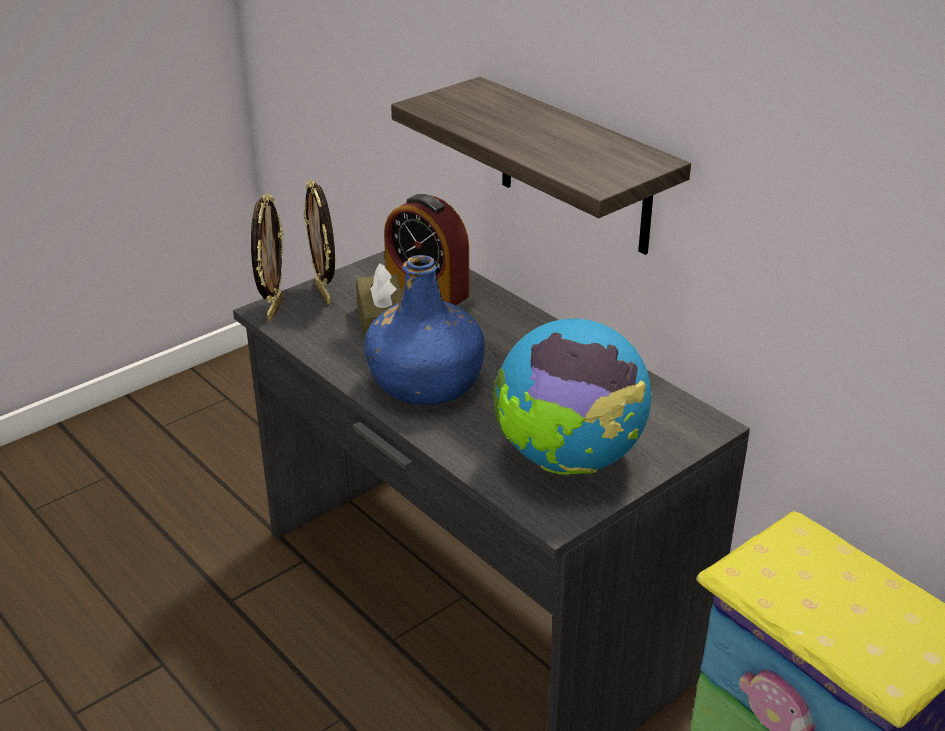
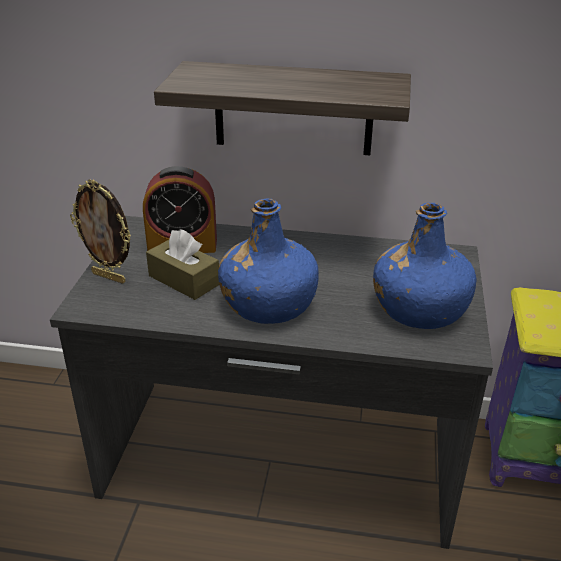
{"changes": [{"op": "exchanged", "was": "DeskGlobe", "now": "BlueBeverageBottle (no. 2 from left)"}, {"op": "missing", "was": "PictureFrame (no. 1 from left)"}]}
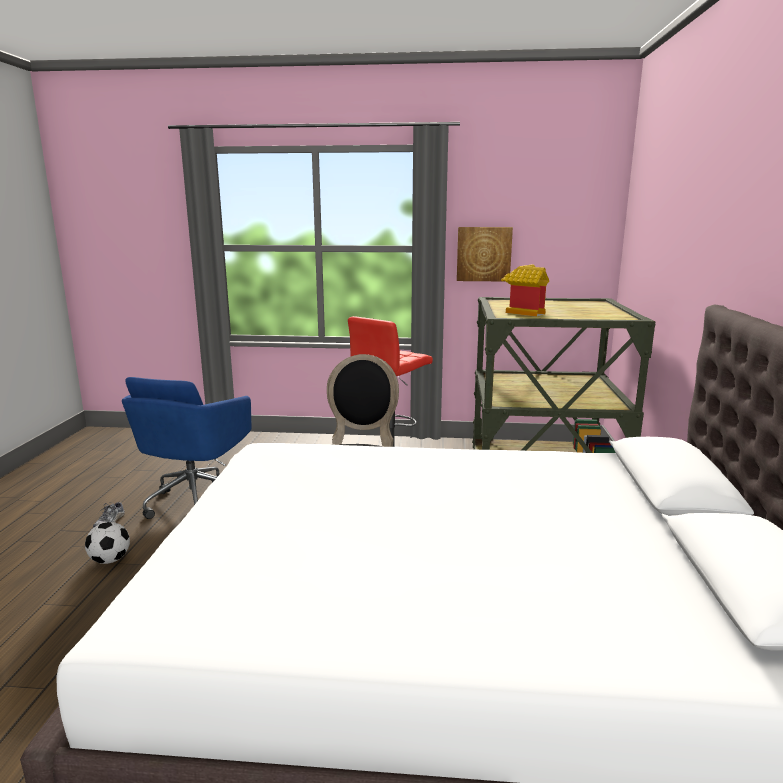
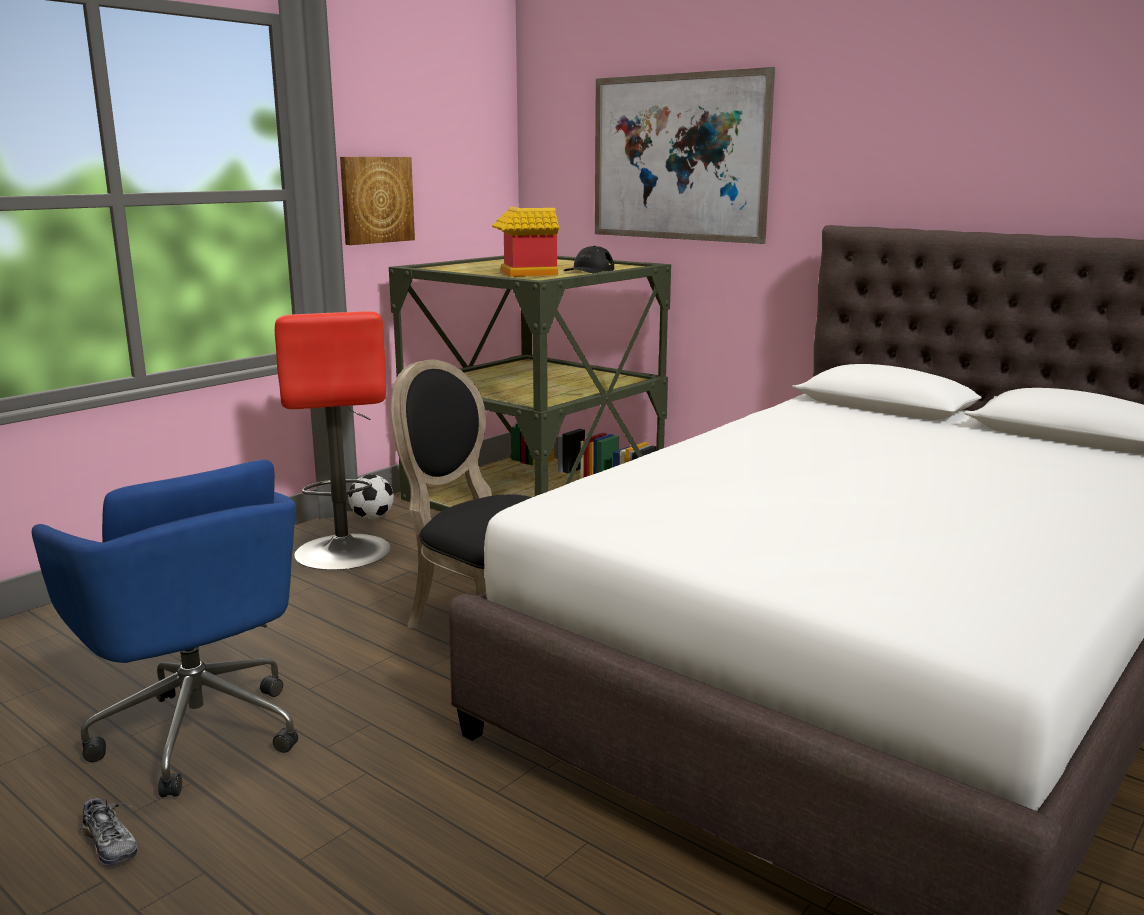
{"changes": [{"op": "relocated", "was": "BallForFootball"}, {"op": "appeared", "now": "BlackColouredBaseballCap"}, {"op": "appeared", "now": "Picture (no. 2 from left)"}]}
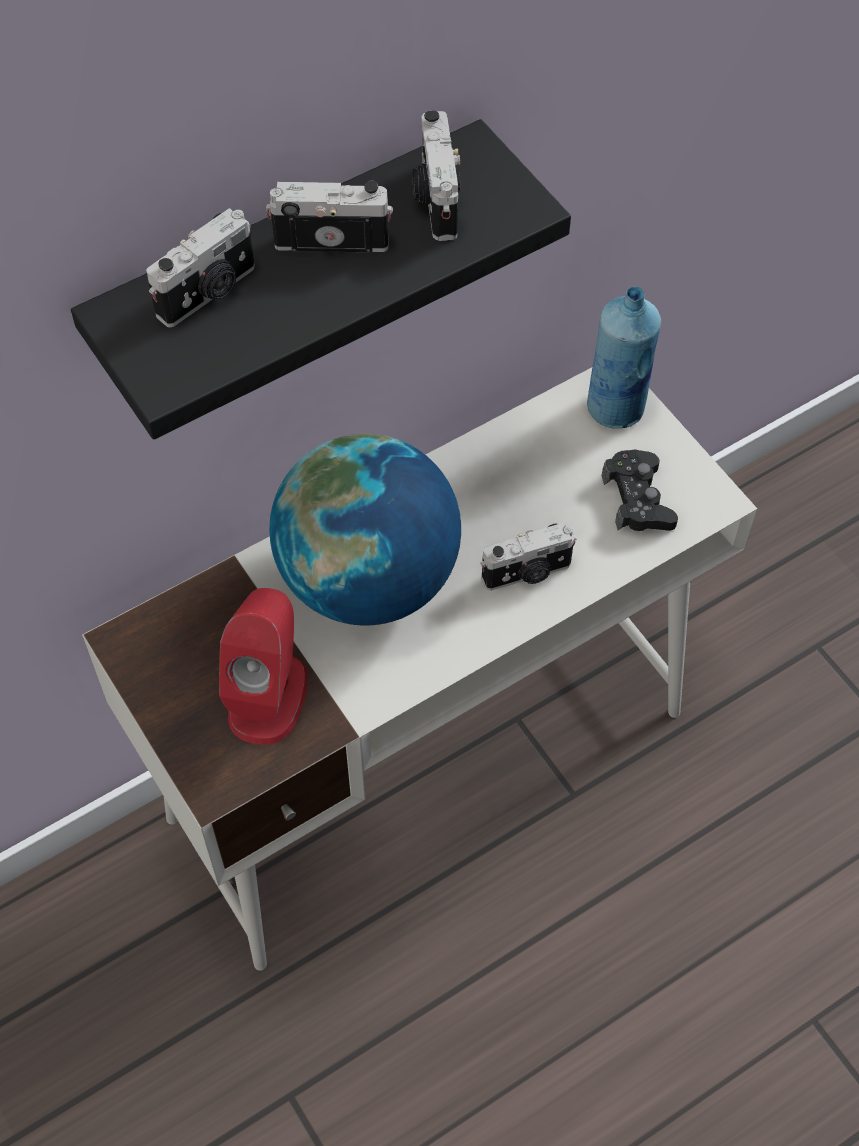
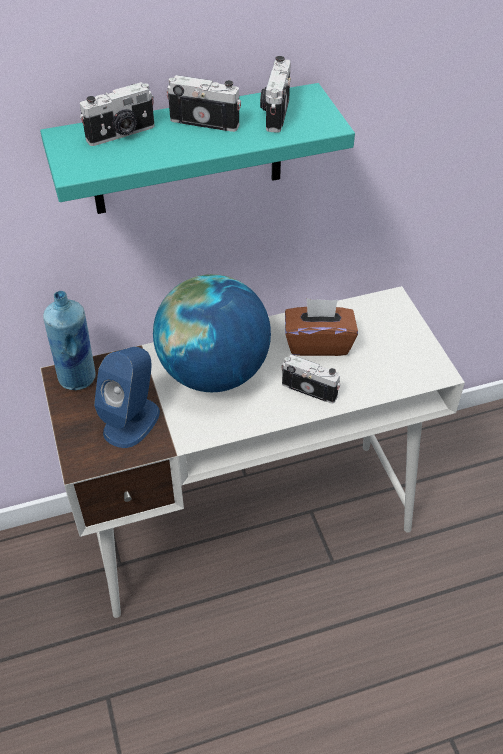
{"changes": [{"op": "colour", "was": "BlackColouredWallShelf", "now": "TurquoiseColouredWallShelf"}, {"op": "relocated", "was": "BlueBeverageBottle"}, {"op": "colour", "was": "RedColouredAudioSpeaker", "now": "BlueAudioSpeaker"}, {"op": "spun", "was": "PhotoCamera (no. 4 from left)", "clockwise": -150}, {"op": "appeared", "now": "BrownTissueBox"}, {"op": "missing", "was": "BlackColouredGameController"}]}
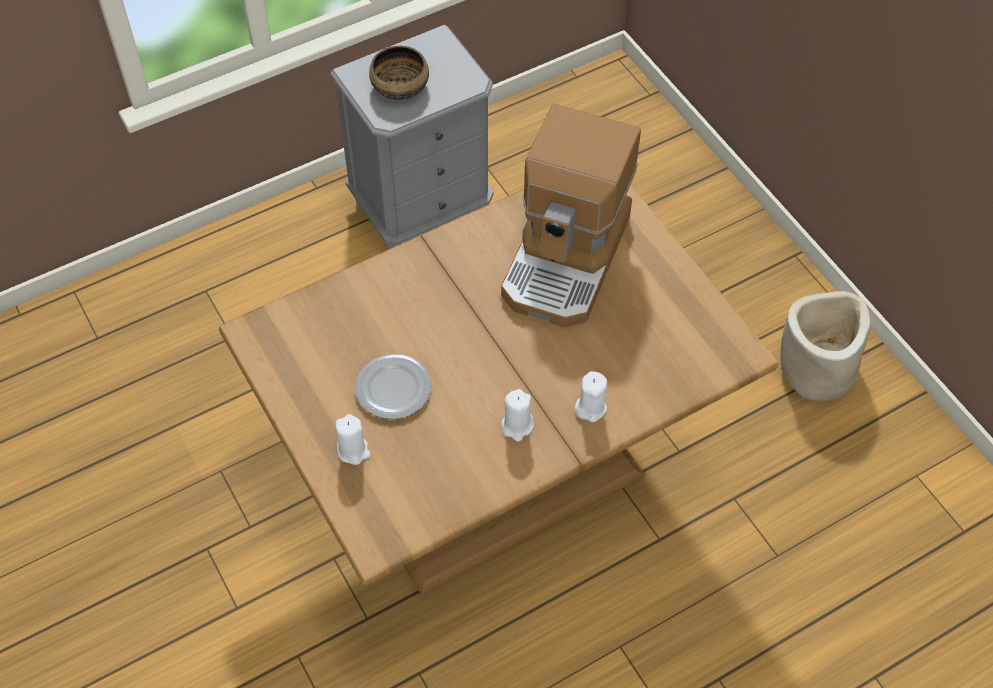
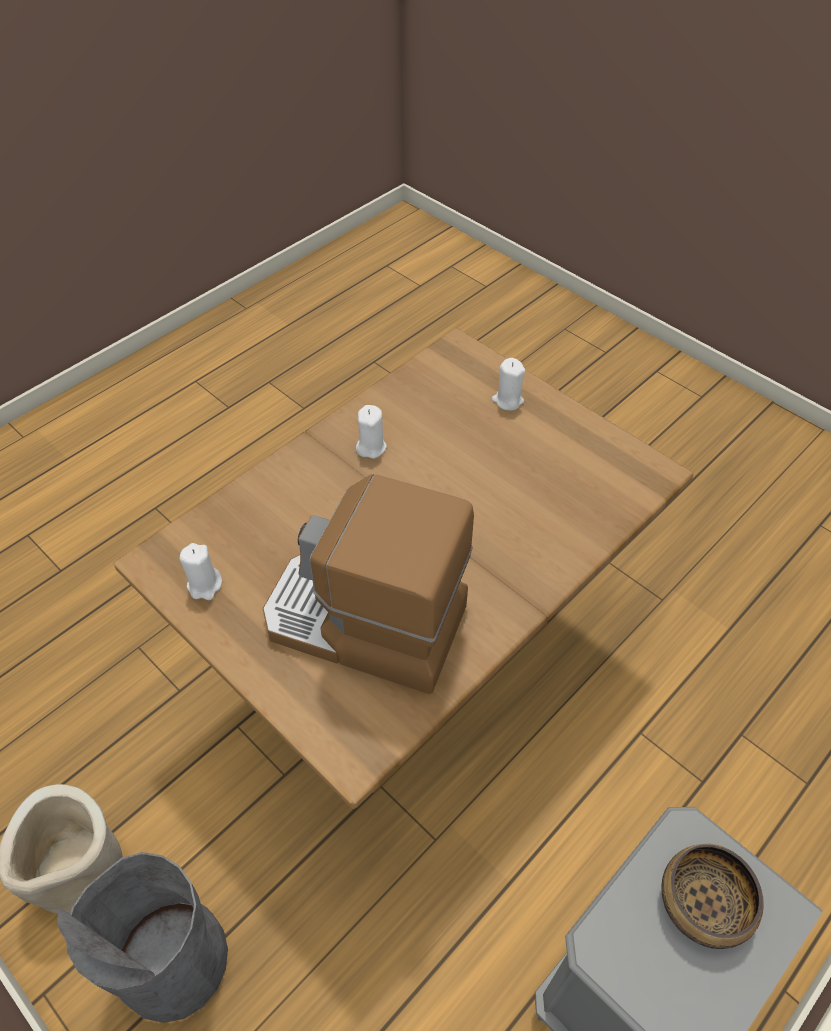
{"changes": [{"op": "appeared", "now": "GrayTrashCan"}, {"op": "relocated", "was": "WhitishWaxCandle (no. 3 from left in the first image)", "now": "WhitishWaxCandle (no. 1 from left)"}, {"op": "spun", "was": "CoffeeBrewer", "clockwise": -75}, {"op": "missing", "was": "FlatDish"}]}
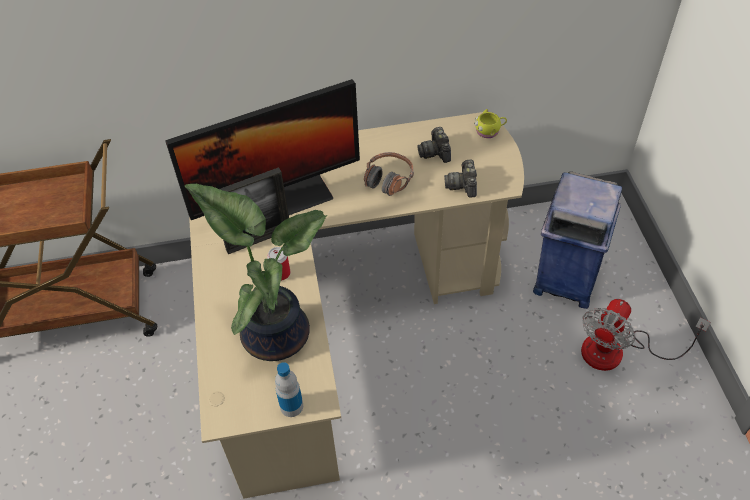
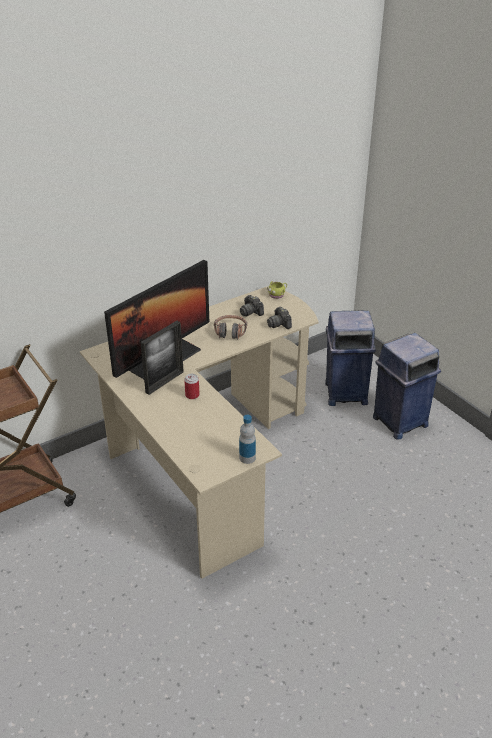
{"changes": [{"op": "exchanged", "was": "CoolingFan", "now": "BlueTrashCan (no. 2 from left)"}, {"op": "missing", "was": "PlantInAPot"}]}
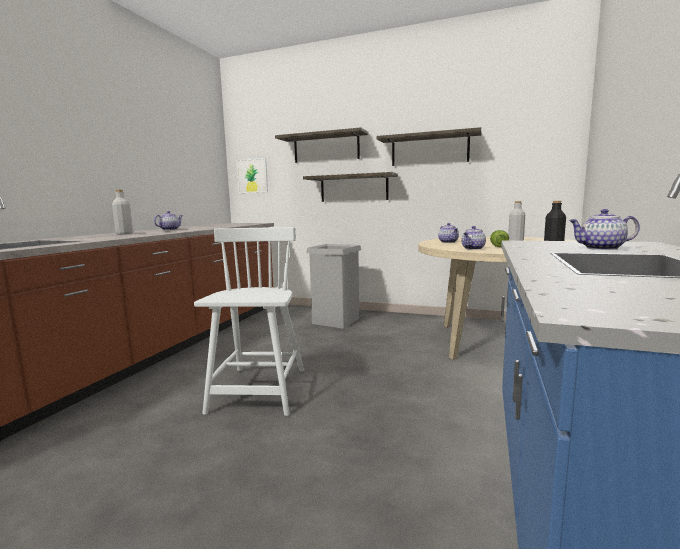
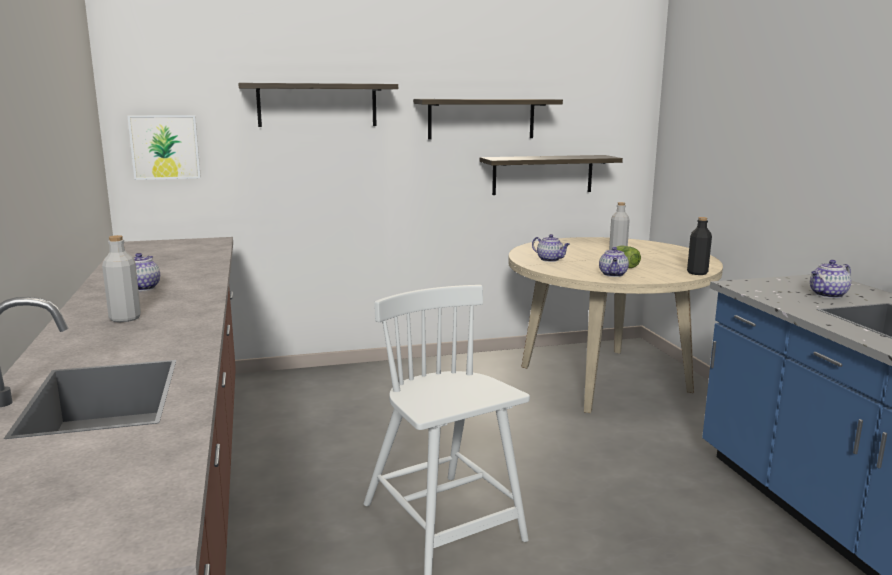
{"changes": [{"op": "relocated", "was": "WallShelf (no. 2 from left in the first image)", "now": "WallShelf (no. 3 from left)"}, {"op": "missing", "was": "GrayTrashCan"}]}
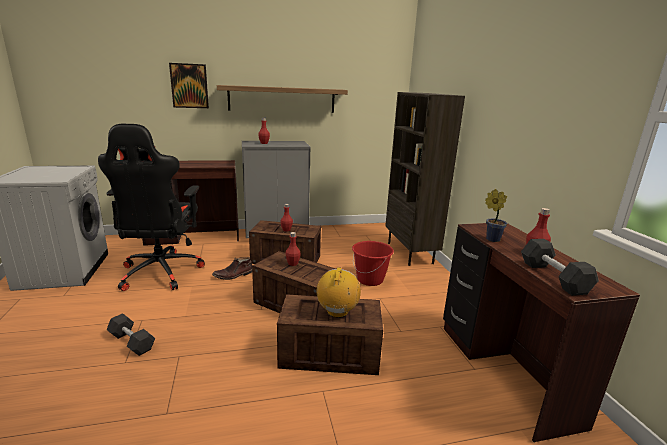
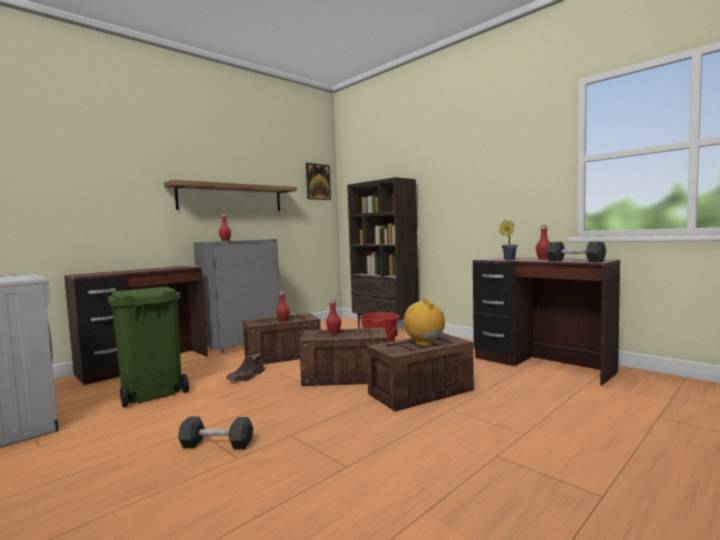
{"changes": [{"op": "exchanged", "was": "BlackColouredComputerChair", "now": "GreenColouredTrashCan"}, {"op": "relocated", "was": "Picture"}]}
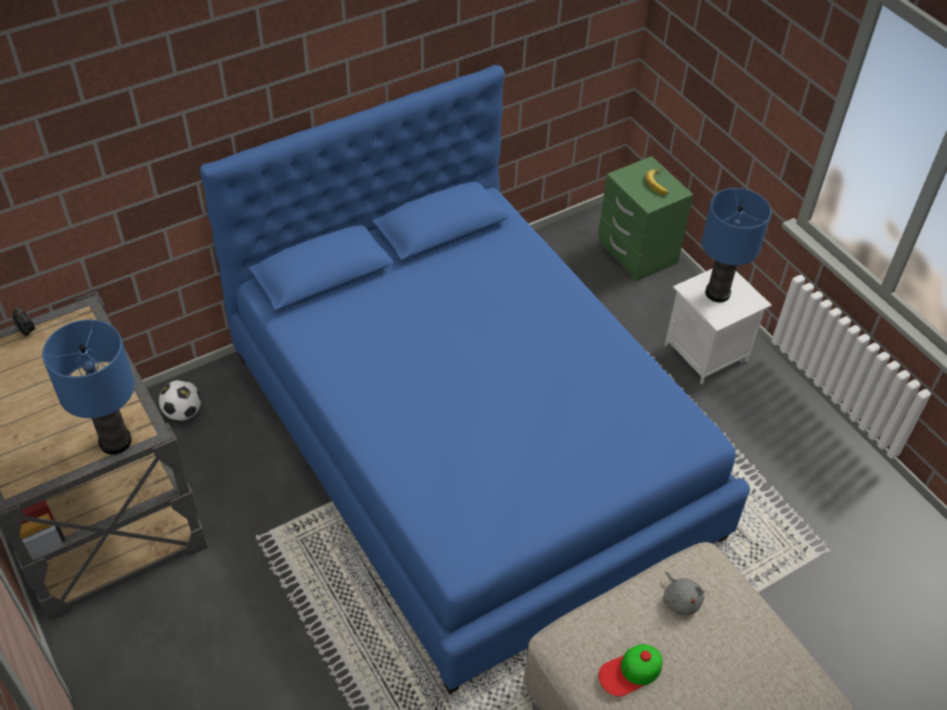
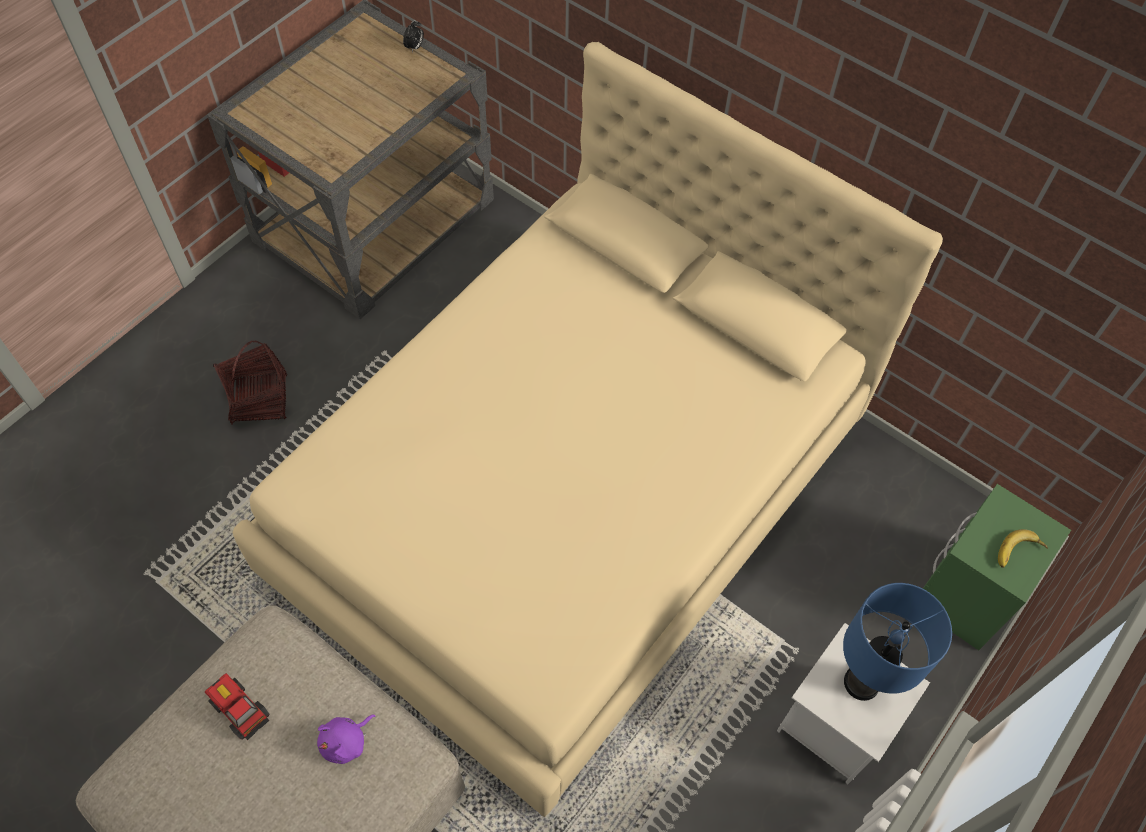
{"changes": [{"op": "exchanged", "was": "BaseballCap", "now": "MiniatureCar"}, {"op": "appeared", "now": "StorageBasket"}, {"op": "colour", "was": "BlueBed", "now": "BeigeBed"}, {"op": "colour", "was": "GrayPlushToy", "now": "PurplishPlushToy"}, {"op": "missing", "was": "BlueTableLamp (no. 1 from left)"}, {"op": "missing", "was": "BallForFootball"}]}
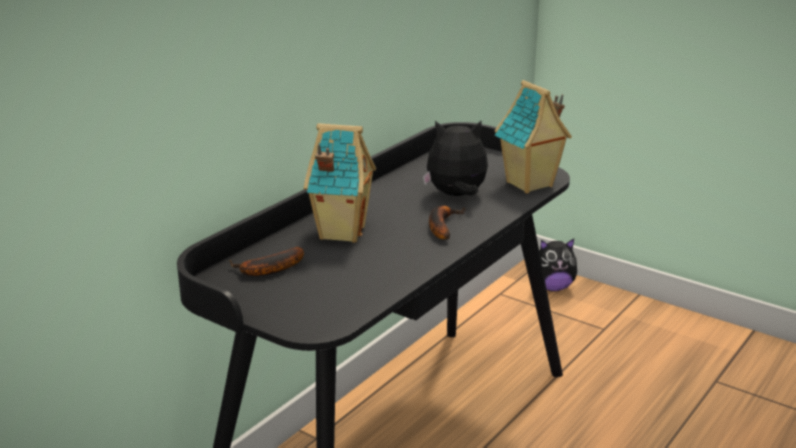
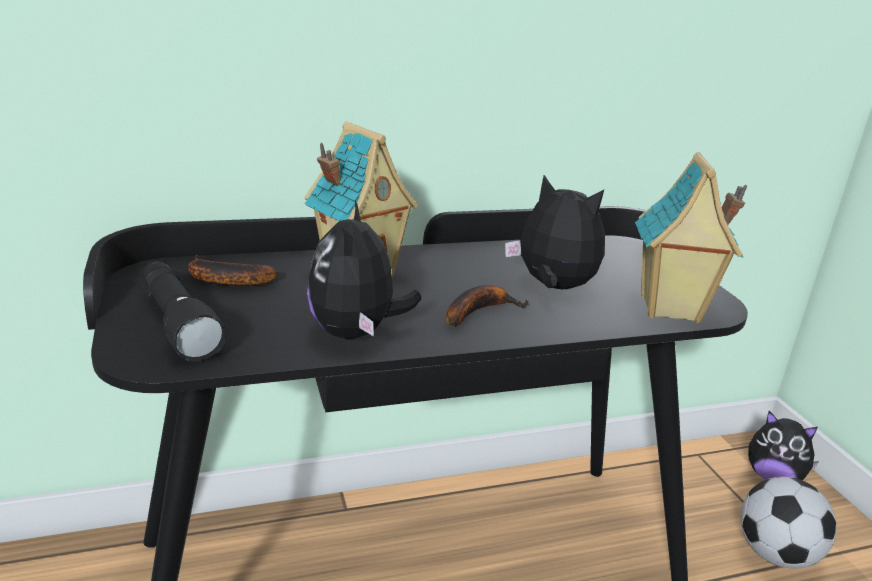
{"changes": [{"op": "appeared", "now": "BlackColouredHandTorch"}, {"op": "appeared", "now": "PlushToy (no. 1 from left)"}, {"op": "appeared", "now": "BallForFootball"}]}
